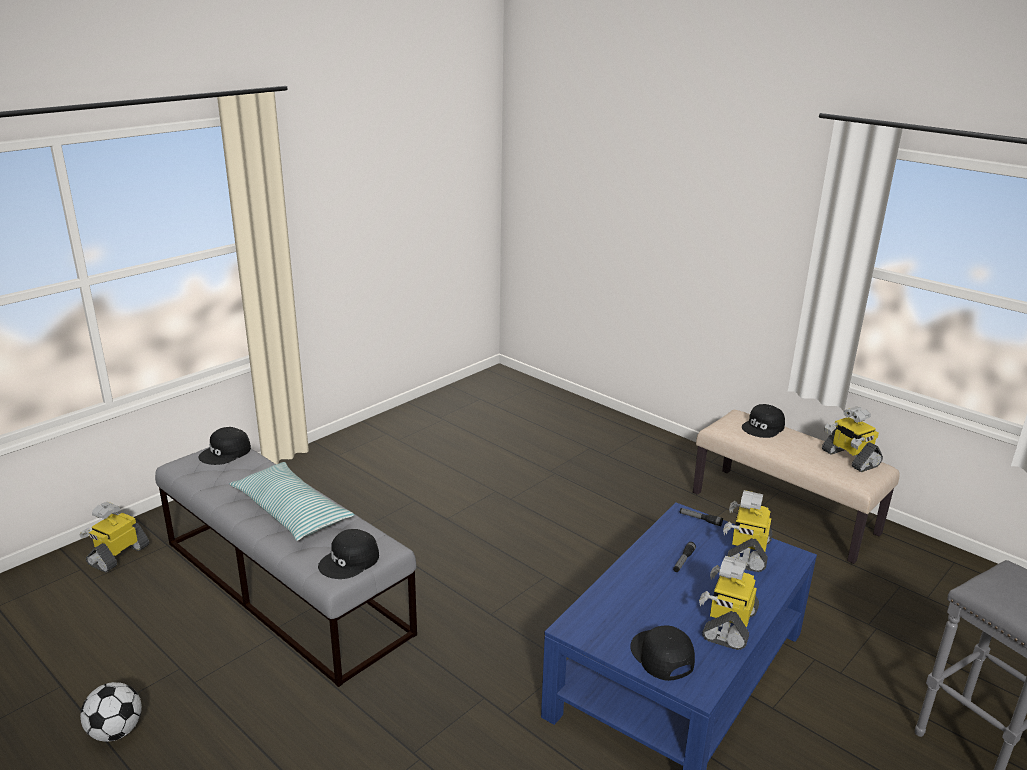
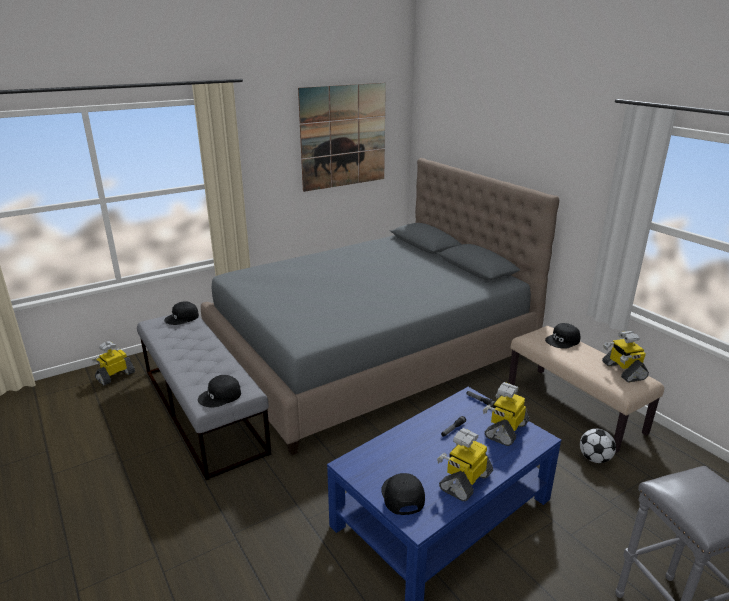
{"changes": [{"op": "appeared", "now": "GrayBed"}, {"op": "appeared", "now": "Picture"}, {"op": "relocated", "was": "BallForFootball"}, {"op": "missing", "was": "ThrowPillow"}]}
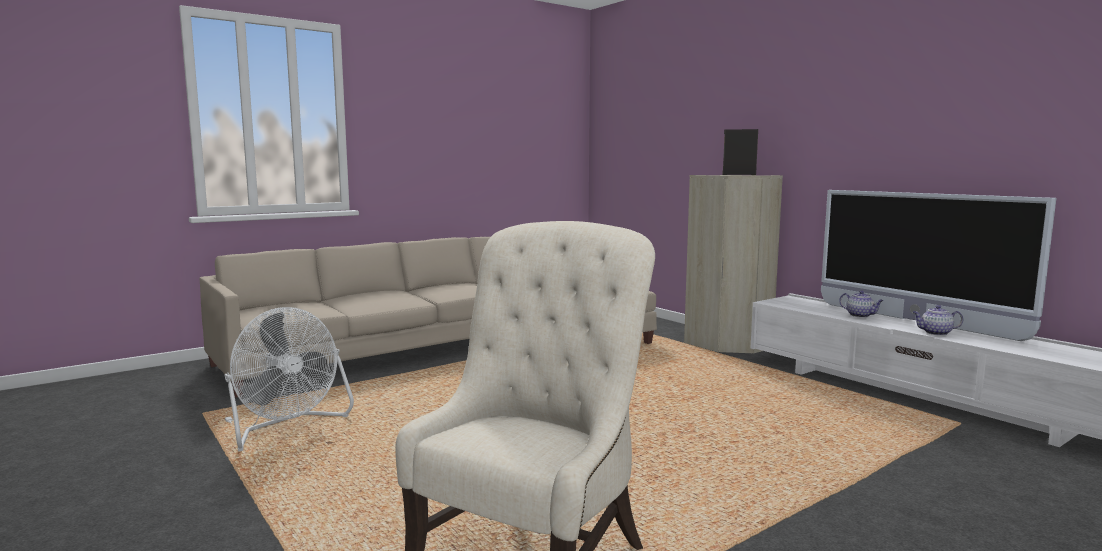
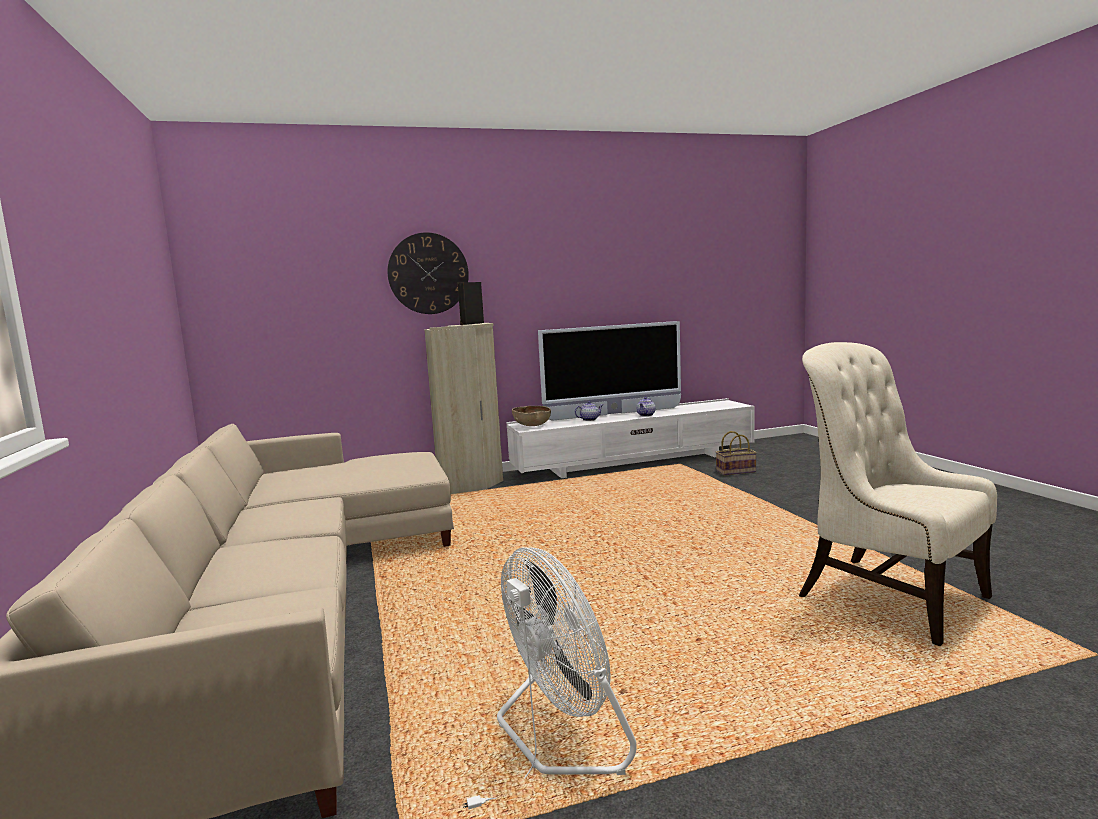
{"changes": [{"op": "appeared", "now": "WallClock"}, {"op": "appeared", "now": "BrownDeepDish"}, {"op": "appeared", "now": "StorageBasket"}]}
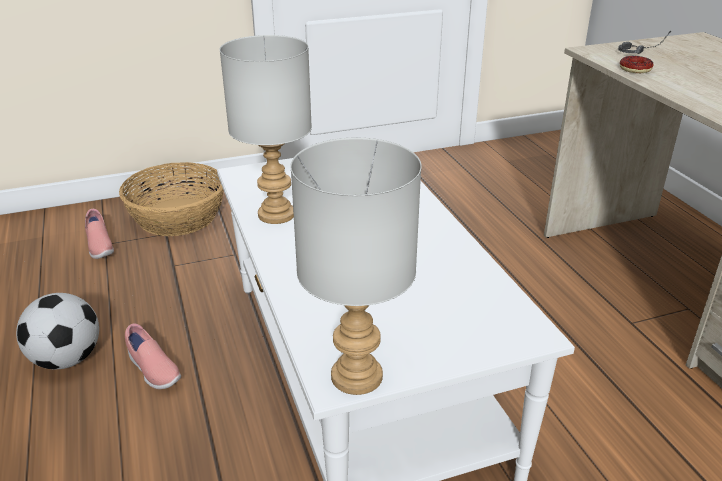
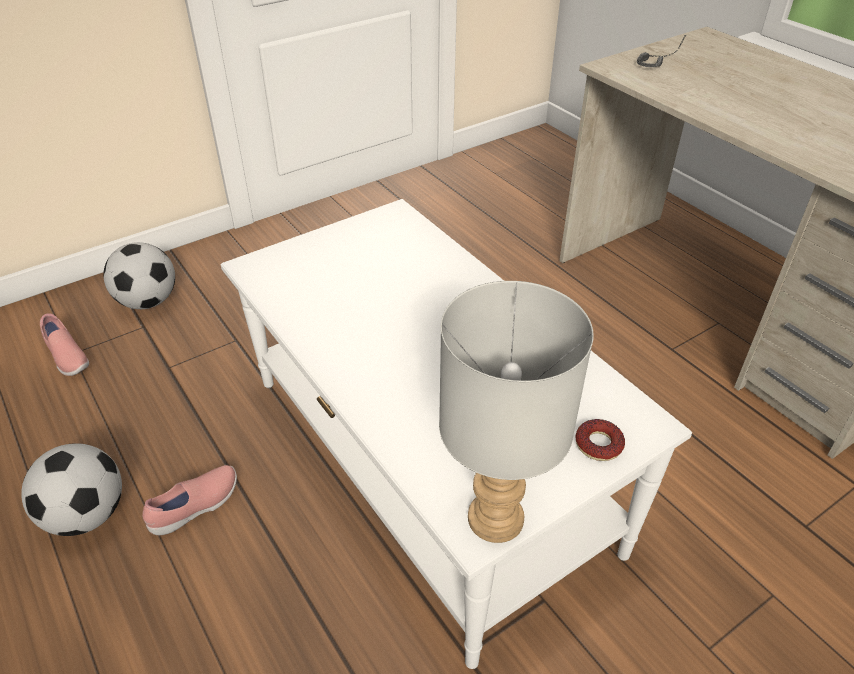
{"changes": [{"op": "exchanged", "was": "StorageBasket", "now": "BallForFootball (no. 2 from left)"}, {"op": "spun", "was": "PinkColouredItemOfFootwear (no. 2 from left)", "clockwise": -75}, {"op": "relocated", "was": "RingDoughnut"}, {"op": "missing", "was": "GrayTableLamp (no. 1 from left)"}]}
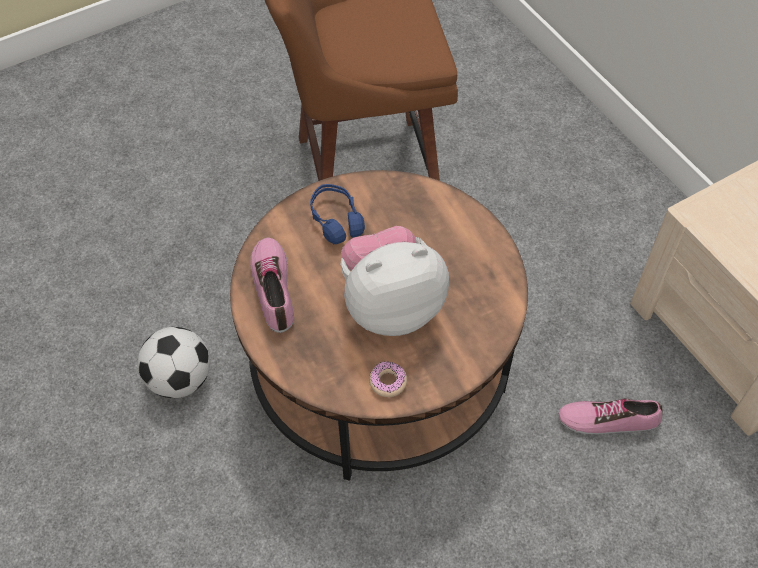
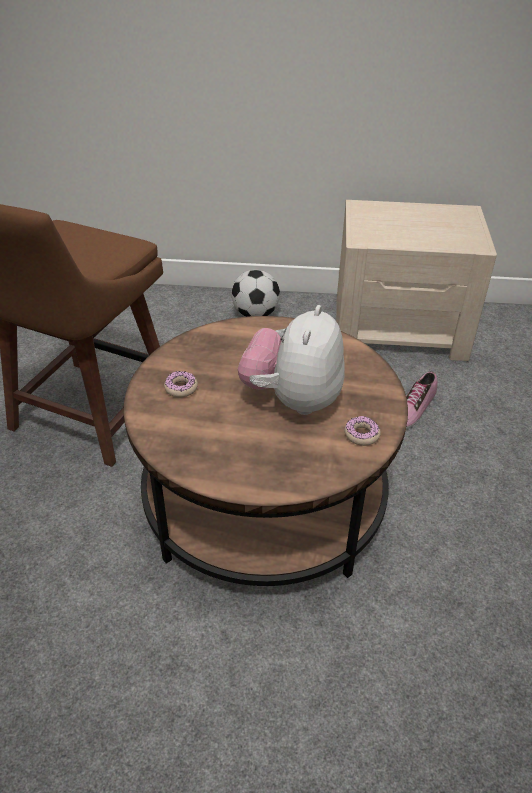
{"changes": [{"op": "exchanged", "was": "BlueHeadset", "now": "RingDoughnut (no. 1 from left)"}, {"op": "relocated", "was": "BallForFootball"}, {"op": "missing", "was": "ItemOfFootwear (no. 1 from left)"}]}
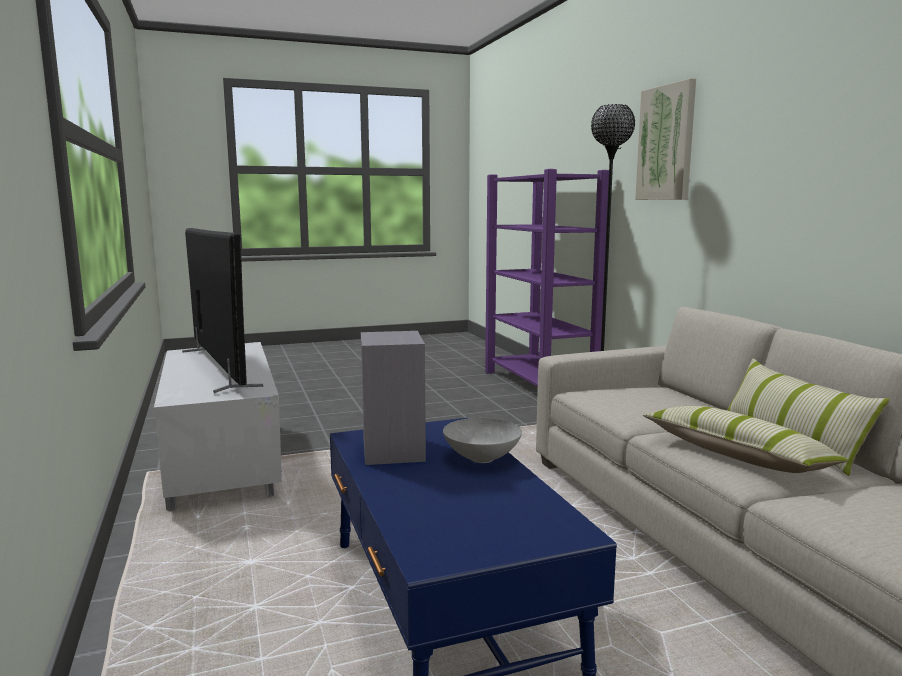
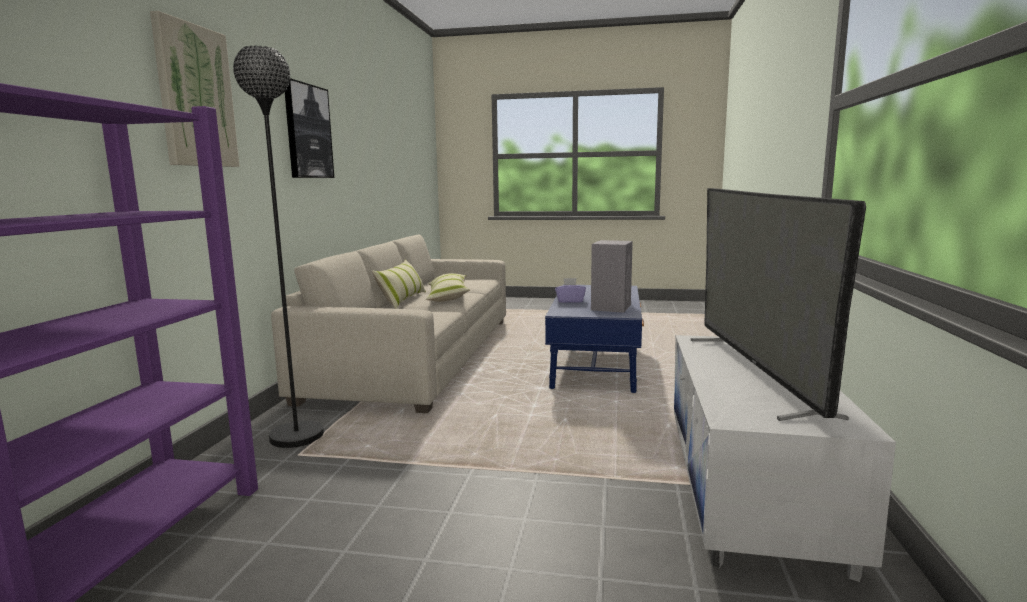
{"changes": [{"op": "appeared", "now": "Picture (no. 2 from left)"}, {"op": "exchanged", "was": "GrayDeepDish", "now": "PurplishTissueBox"}]}
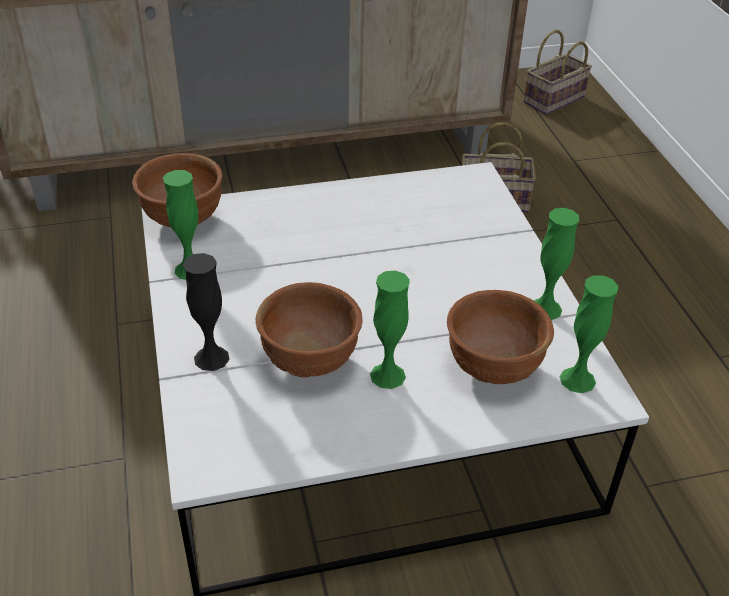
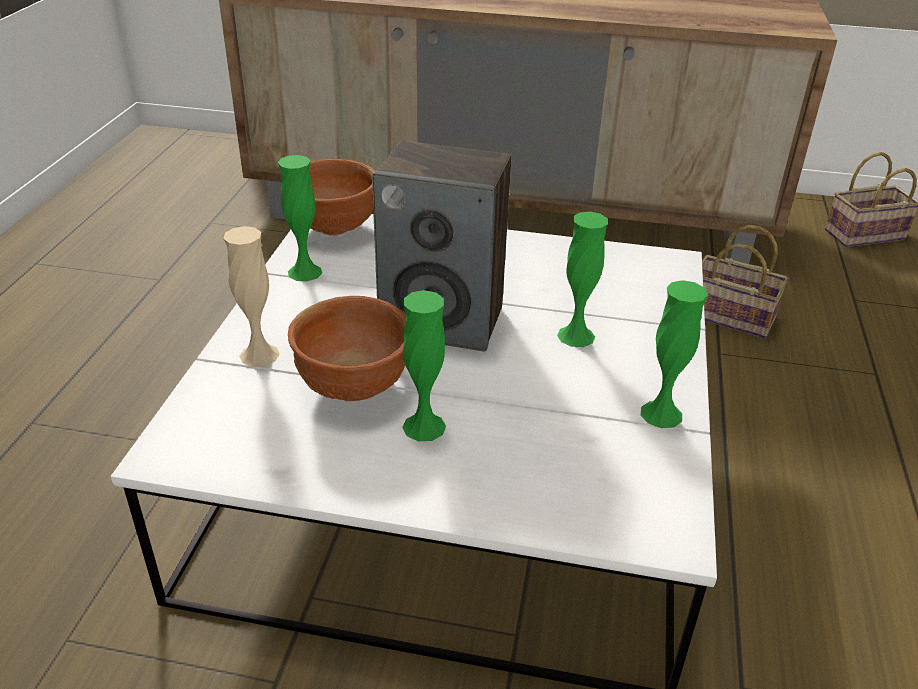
{"changes": [{"op": "colour", "was": "BlackColouredVase", "now": "BeigeVase"}, {"op": "appeared", "now": "AudioSpeaker"}, {"op": "relocated", "was": "GreenColouredVase (no. 4 from left in the first image)", "now": "GreenColouredVase (no. 3 from left)"}, {"op": "missing", "was": "BrownDeepDish (no. 3 from left)"}]}
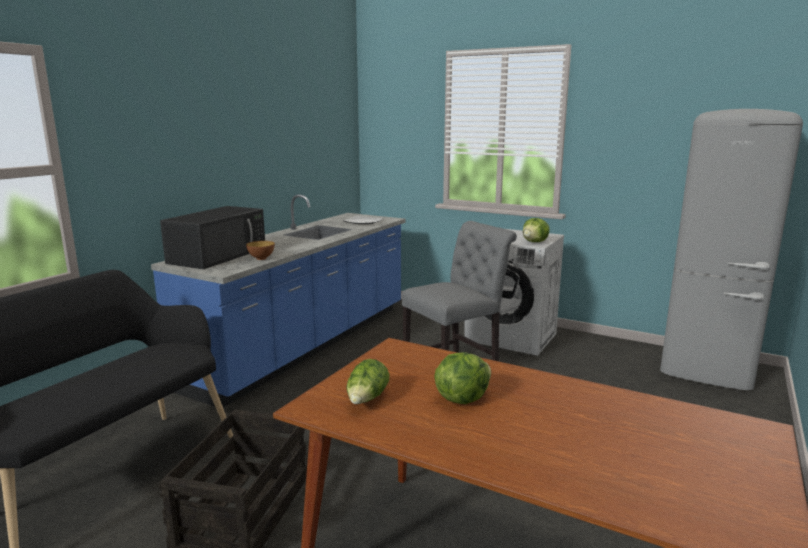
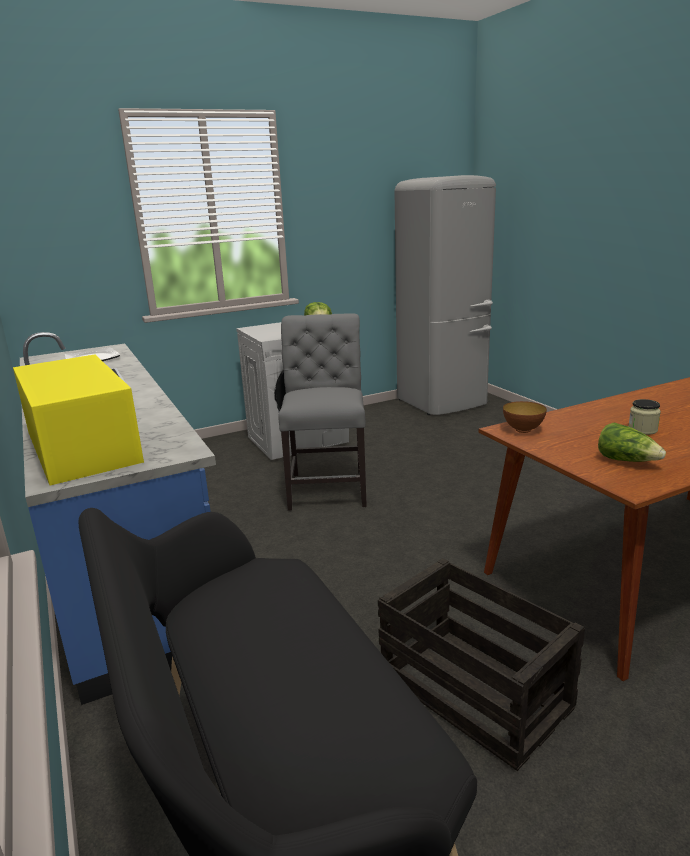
{"changes": [{"op": "colour", "was": "BlackColouredKitchenMicrowave", "now": "YellowColouredKitchenMicrowave"}, {"op": "relocated", "was": "DeepDish"}, {"op": "exchanged", "was": "HeadOfLettuce (no. 2 from left)", "now": "PreserveJar"}]}
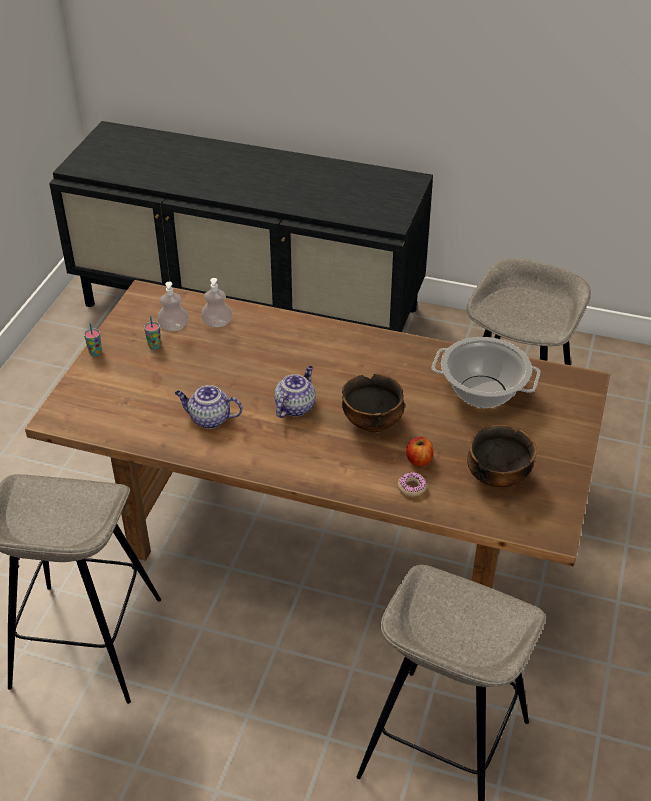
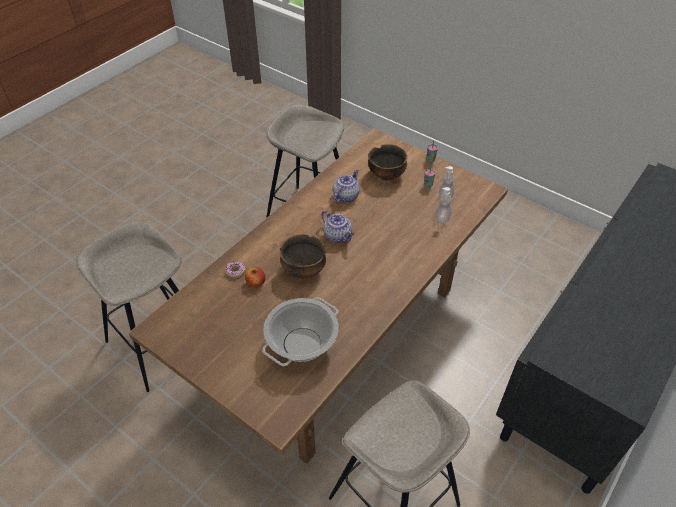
{"changes": [{"op": "relocated", "was": "DeepDish (no. 2 from left)"}]}
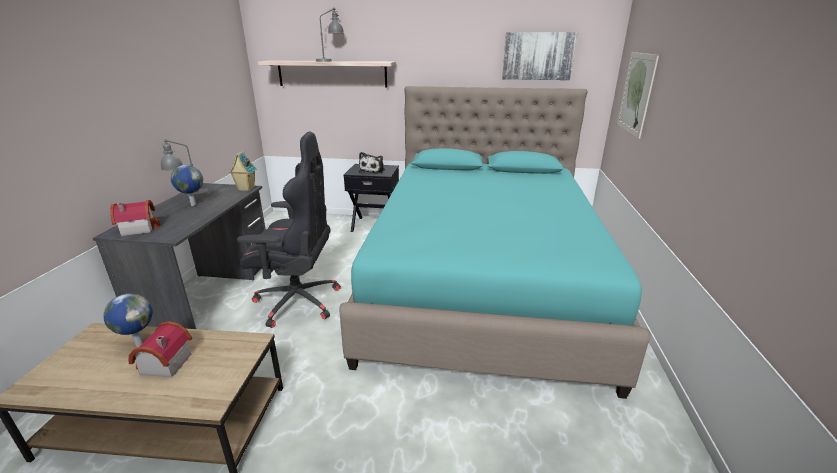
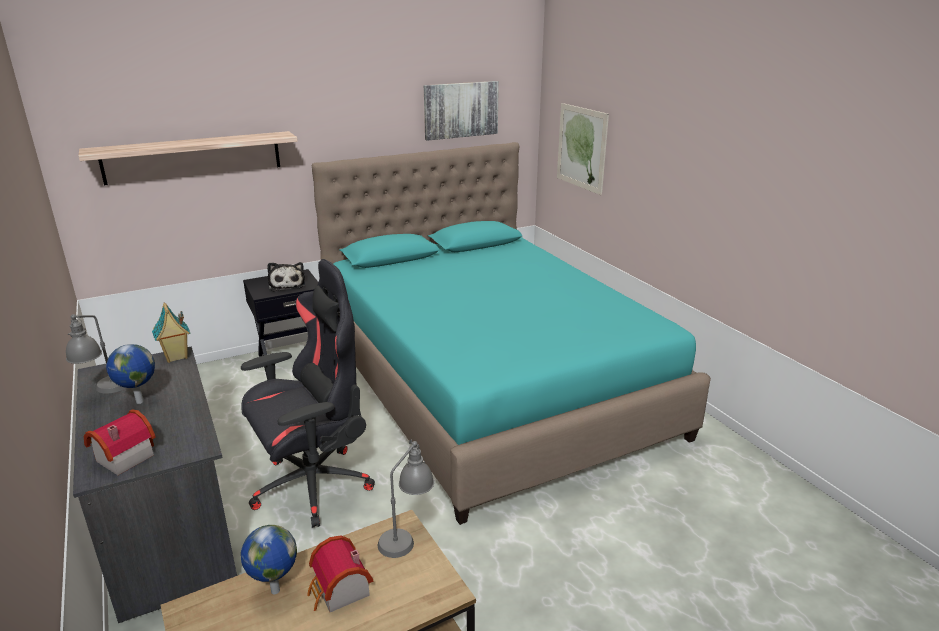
{"changes": [{"op": "relocated", "was": "GrayTableLamp (no. 2 from left)"}]}
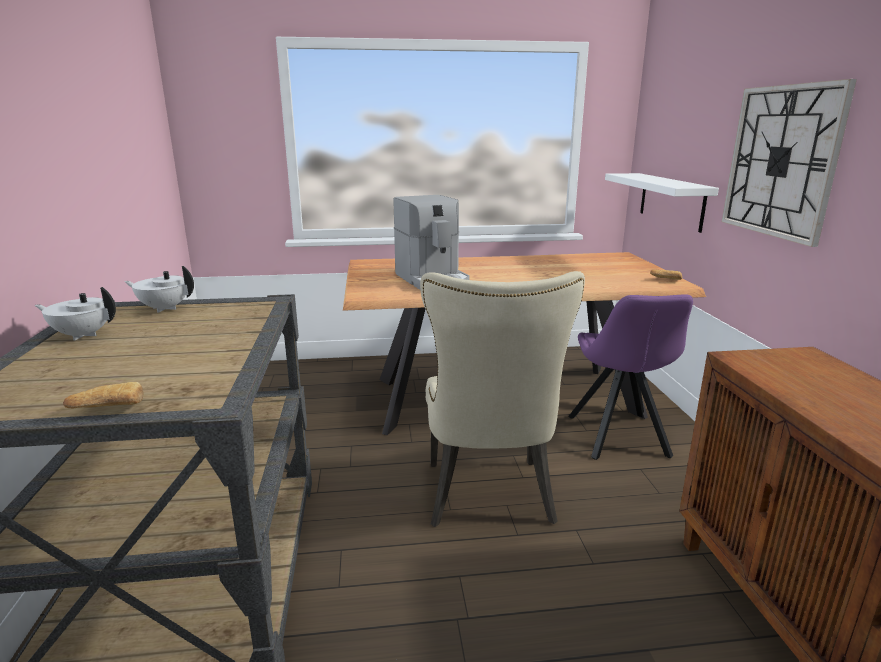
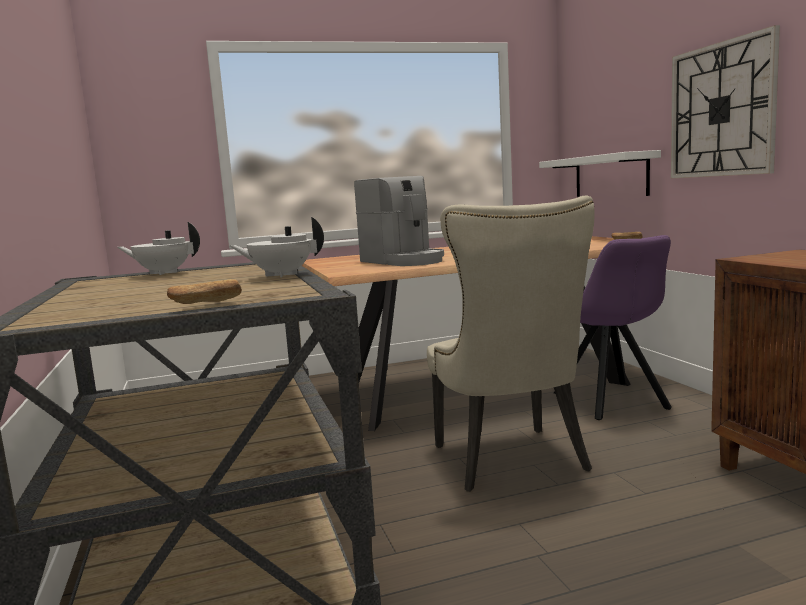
{"changes": [{"op": "relocated", "was": "WhitishTeaPot (no. 1 from left in the first image)", "now": "WhitishTeaPot (no. 2 from left)"}]}
